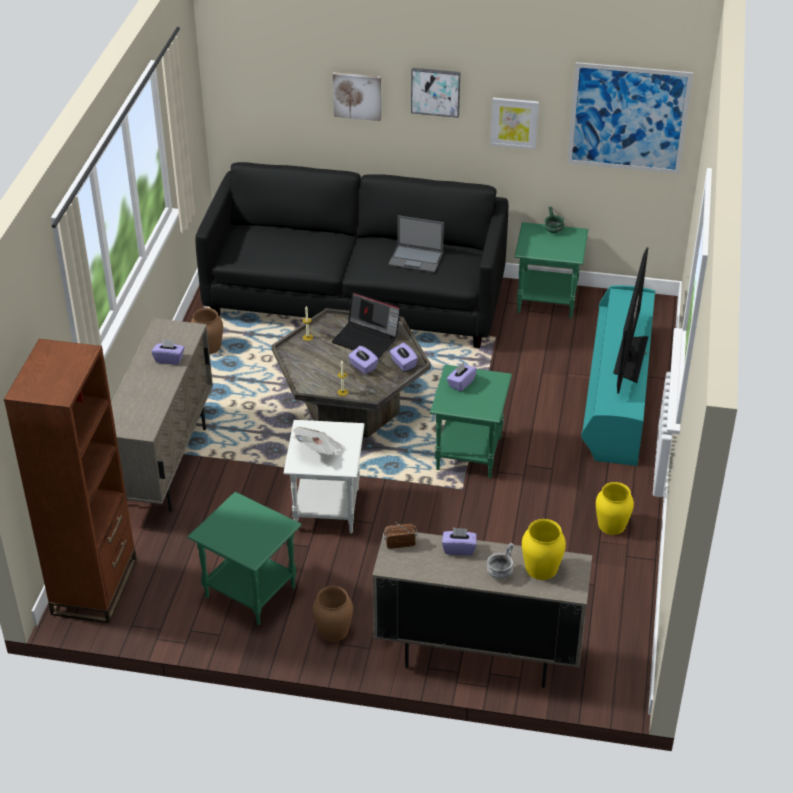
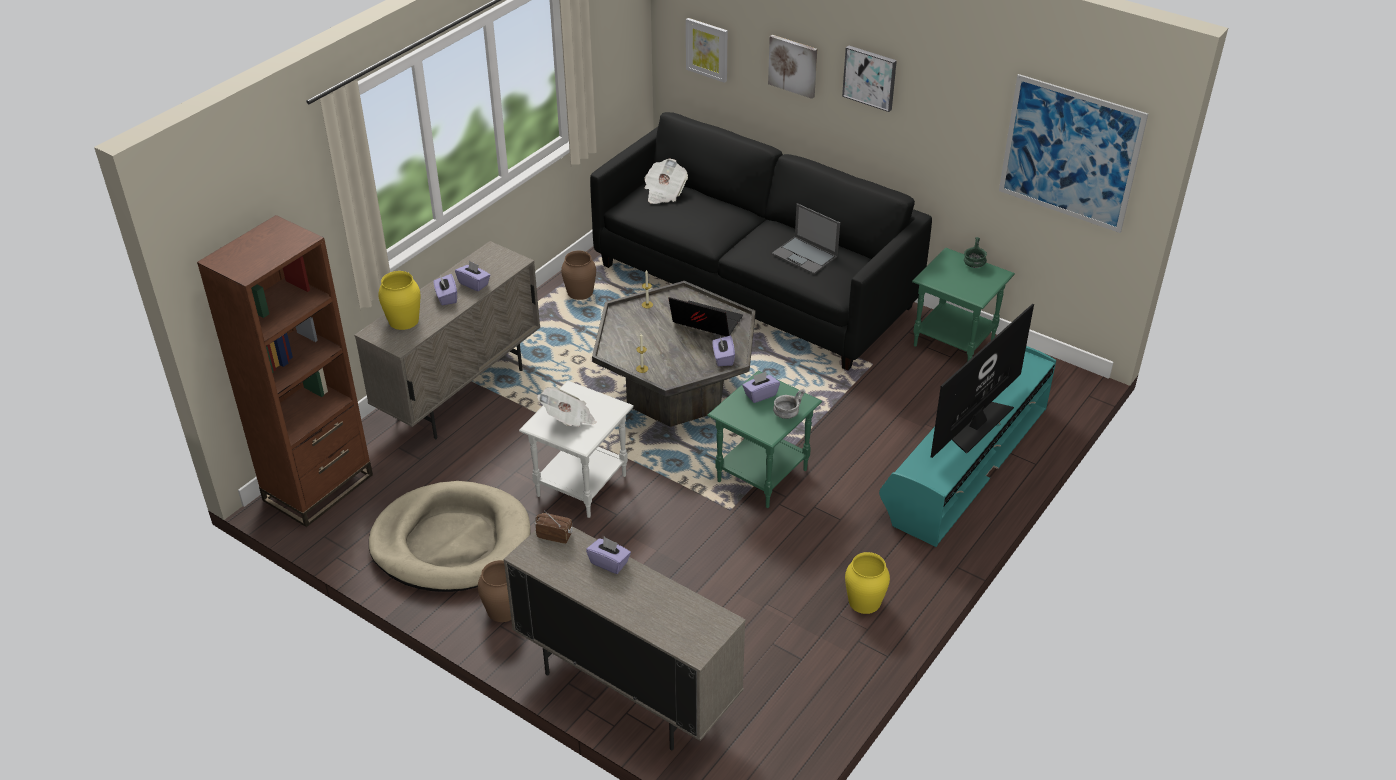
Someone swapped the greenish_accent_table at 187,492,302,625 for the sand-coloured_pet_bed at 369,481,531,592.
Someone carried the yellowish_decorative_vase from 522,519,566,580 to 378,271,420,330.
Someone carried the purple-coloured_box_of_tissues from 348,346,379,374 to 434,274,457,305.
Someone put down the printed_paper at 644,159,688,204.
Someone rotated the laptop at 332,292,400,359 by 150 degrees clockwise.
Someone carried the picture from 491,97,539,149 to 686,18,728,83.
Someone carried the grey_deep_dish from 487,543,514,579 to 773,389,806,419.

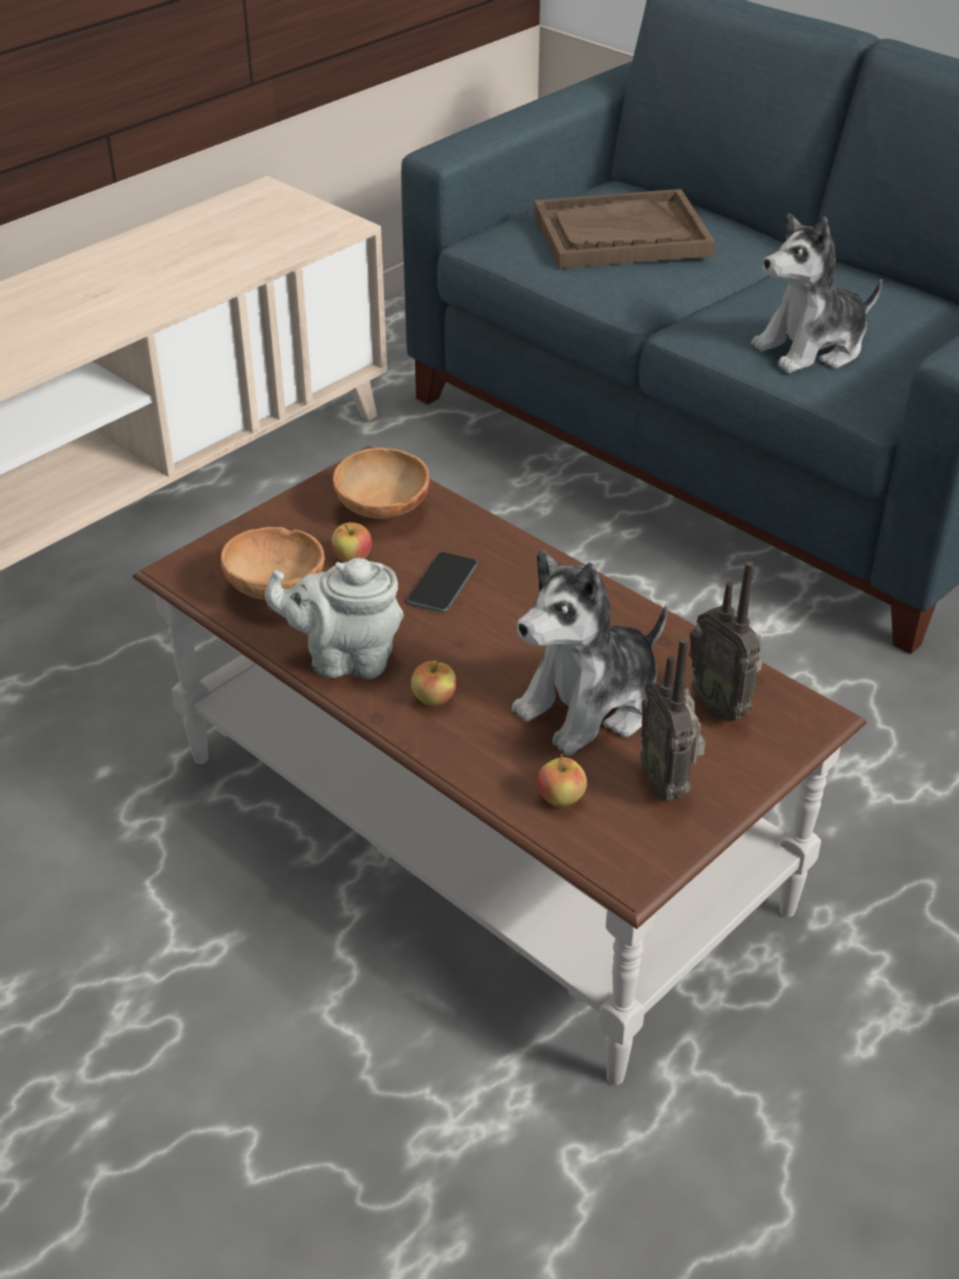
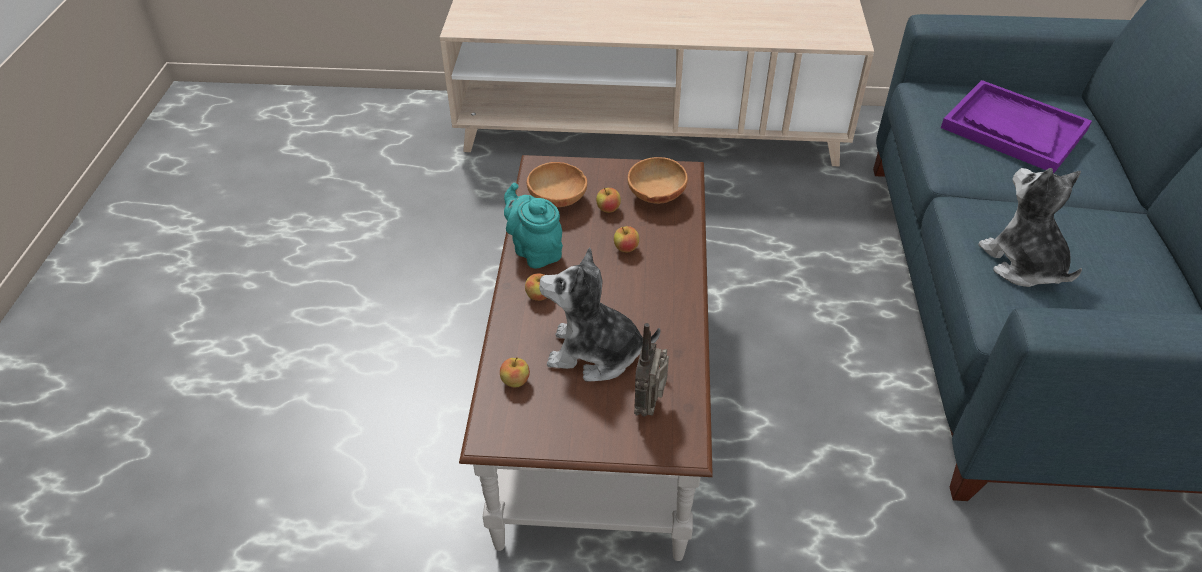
Someone repainted the grey_teapot at 265,558,404,679, which became the turquoise_teapot at 504,183,563,269.
Someone swapped the telephone at 407,552,478,612 for the apple_fruit at 614,226,639,253.
Someone repainted the brown-coloured_carrying_tray at 534,189,715,269, which became the purple-coloured_carrying_tray at 941,80,1092,173.
Someone rotated the soft_toy at 751,214,882,373 by 45 degrees clockwise.
Someone took away the radio at 640,638,706,801.

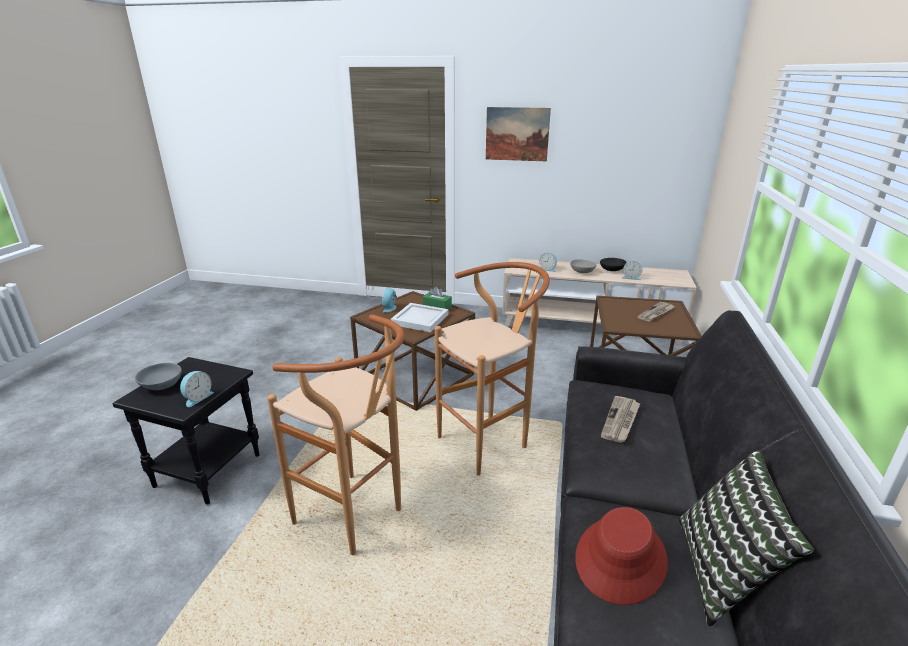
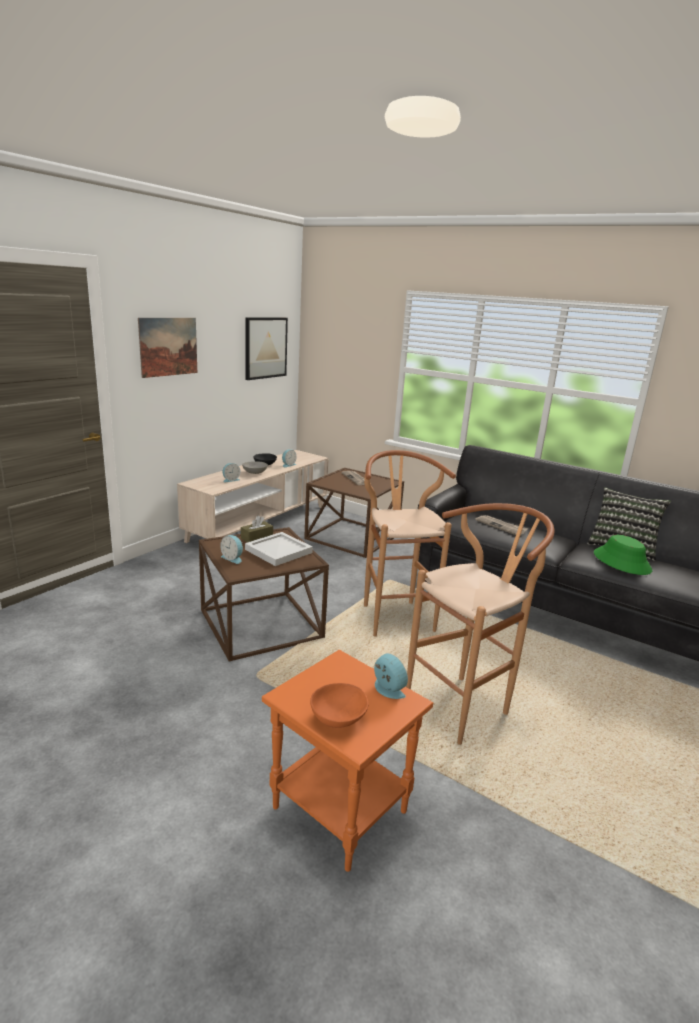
Someone repainted the greenish_box_of_tissues at 423,287,452,309, which became the brown-coloured_box_of_tissues at 241,515,273,543.
Someone put up the picture at 245,317,288,380.
Someone repainted the black_accent_table at 113,357,260,505, which became the orange-coloured_accent_table at 262,650,433,872.
Someone repainted the grey_deep_dish at 135,363,182,390, which became the orange-coloured_deep_dish at 310,683,368,728.
Someone repainted the red_wearable_hat at 575,507,668,605, which became the greenish_wearable_hat at 594,535,652,575.

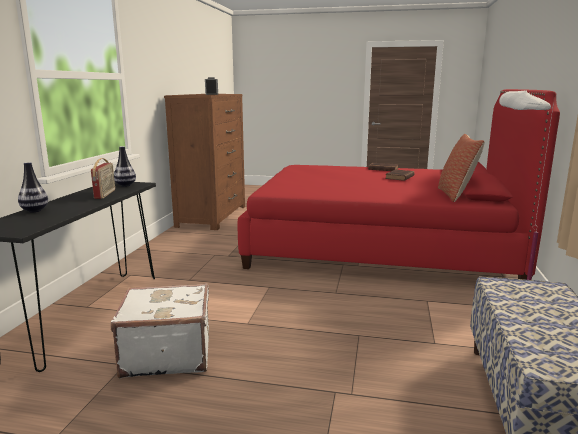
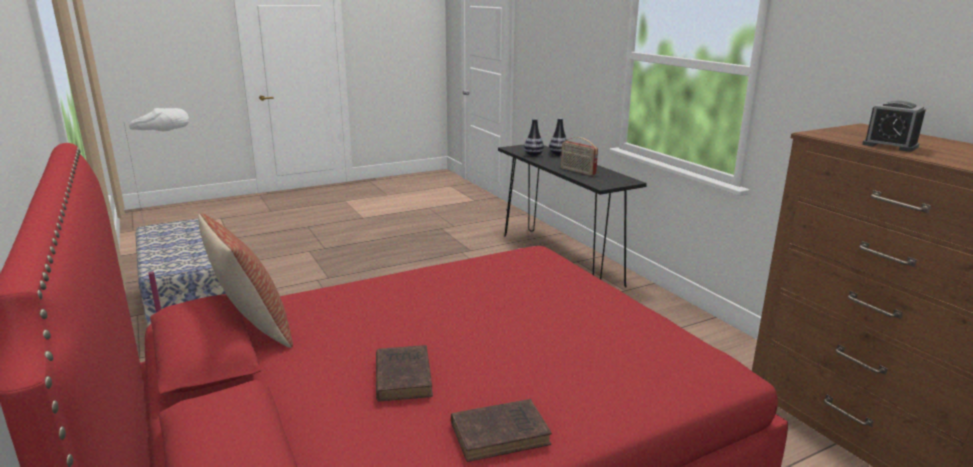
Someone carried the decorative_vase from 114,146,136,187 to 524,119,544,157.
Someone took away the whitish_travel_case at 111,283,209,379.

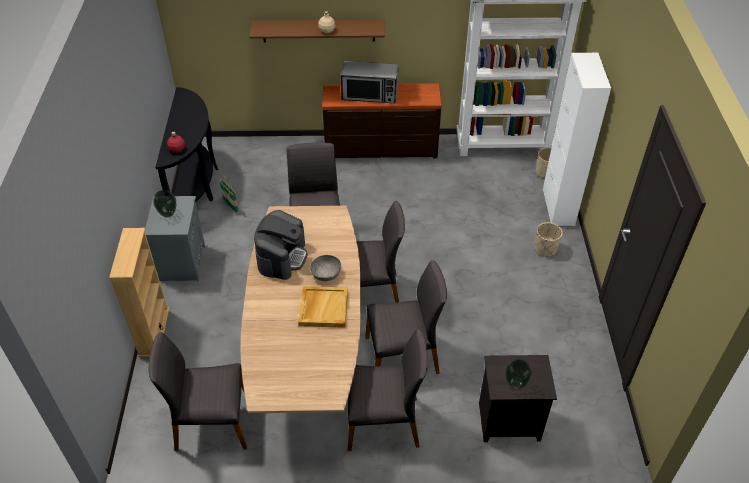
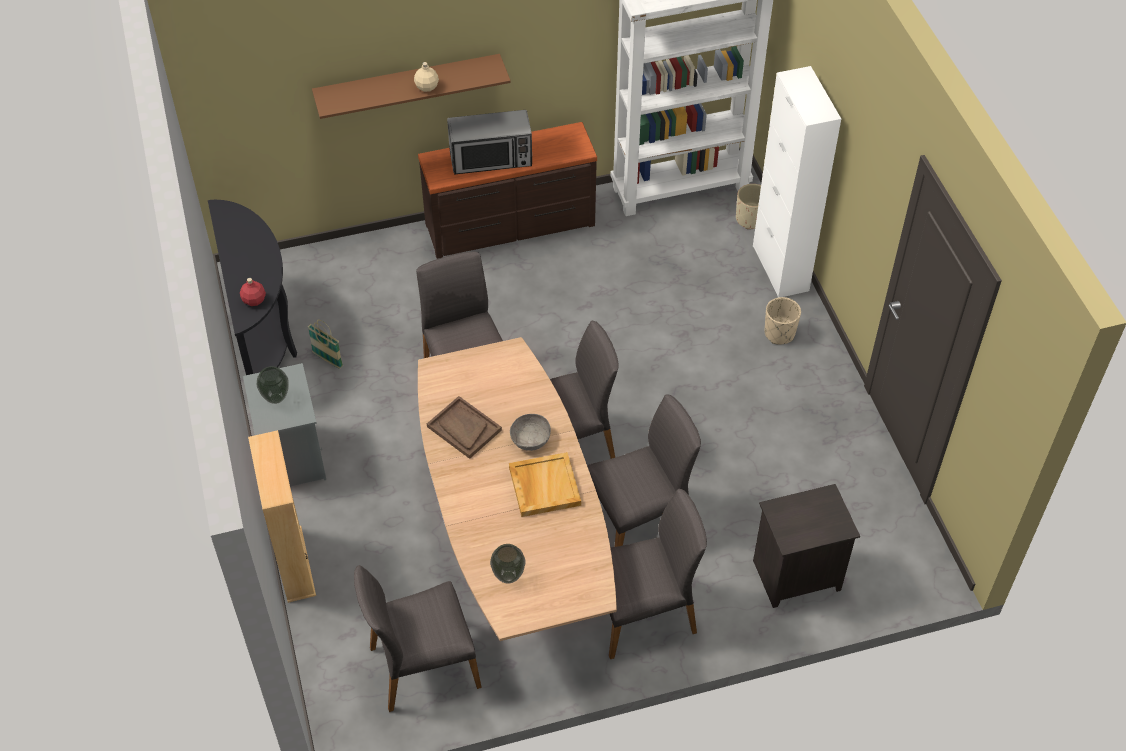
Someone swapped the coffee_maker at 254,210,308,280 for the brown-coloured_carrying_tray at 427,396,502,459.
Someone carried the decorative_vase from 505,359,532,390 to 490,544,525,584.

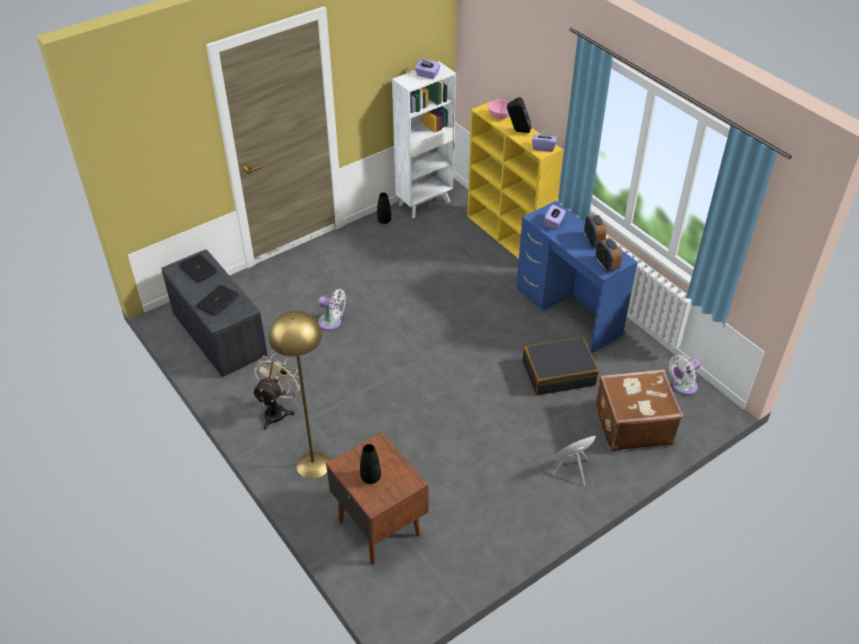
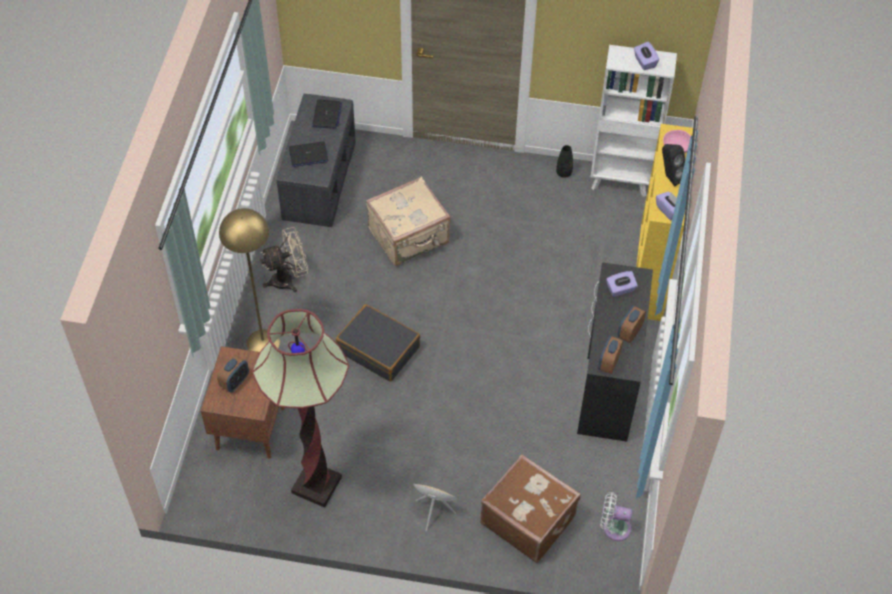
Someone swapped the black_decorative_vase at 360,444,381,484 for the bedside_clock at 217,355,249,393.
Someone put down the standard_lamp at 252,309,349,508.
Someone carried the black_travel_case from 522,337,599,395 to 336,304,420,382.
Someone swapped the whitish_fan at 318,289,346,330 for the sand-coloured_travel_case at 366,177,450,266.
Someone repainted the blue_desk_unit at 517,201,638,354, which became the black_desk_unit at 577,262,653,442.

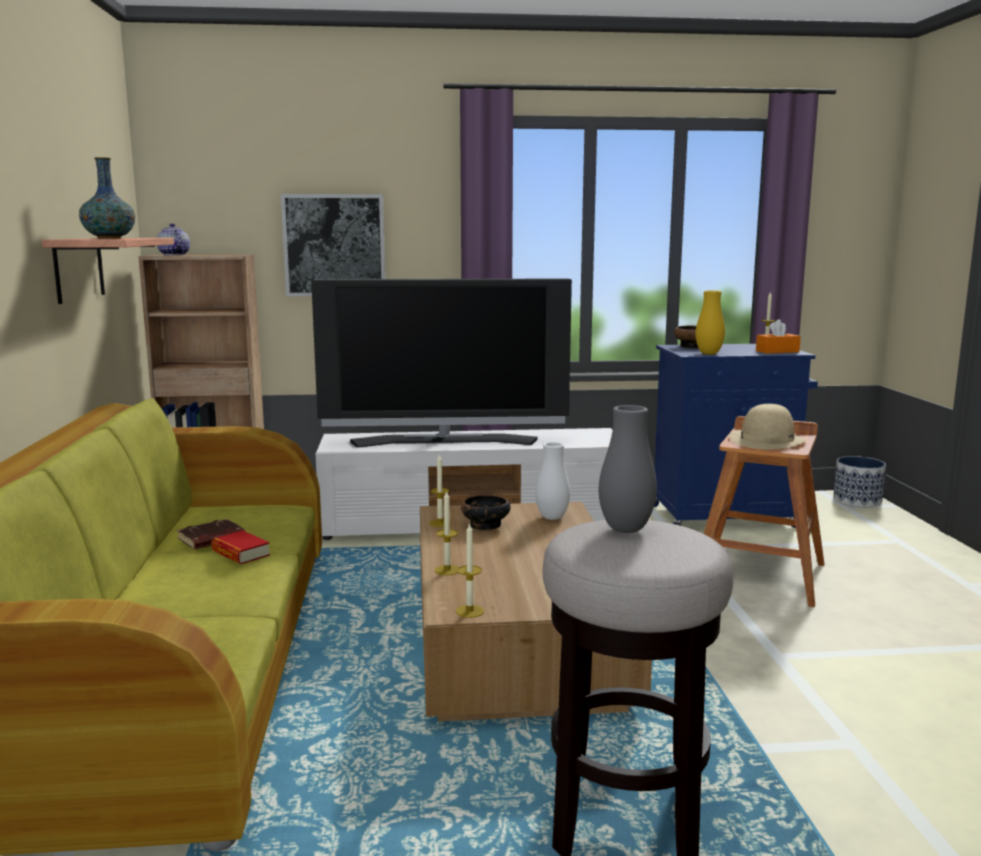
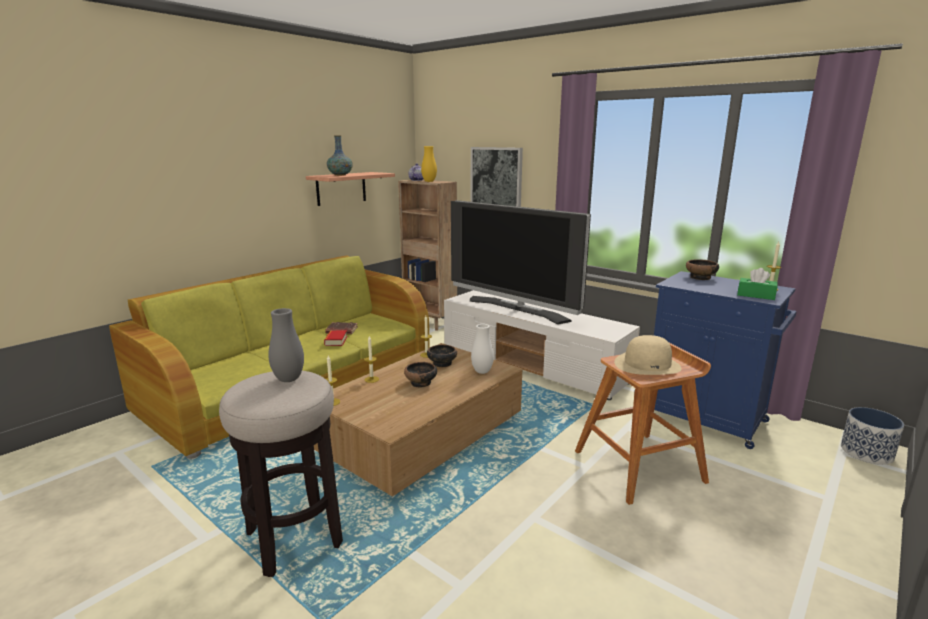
Someone put down the deep_dish at 404,362,437,387.
Someone carried the yellowish_decorative_vase from 695,291,725,355 to 421,146,437,182.
Someone repainted the orange-coloured_box_of_tissues at 756,319,801,354, which became the greenish_box_of_tissues at 737,268,778,300.

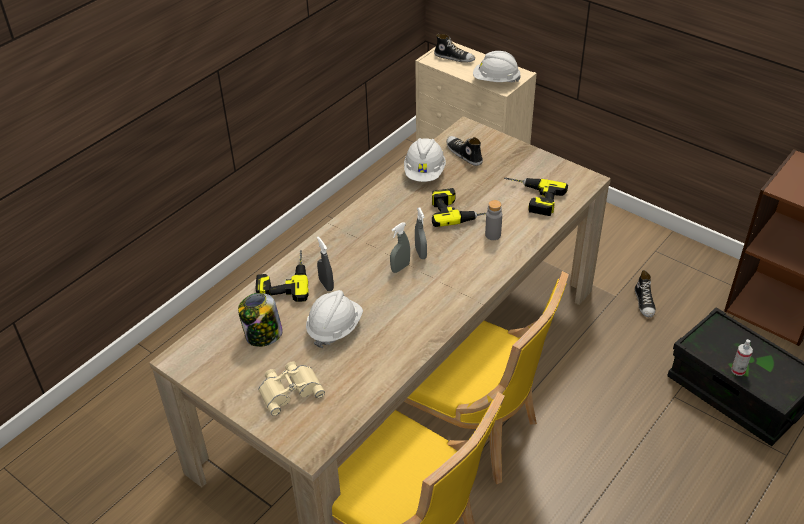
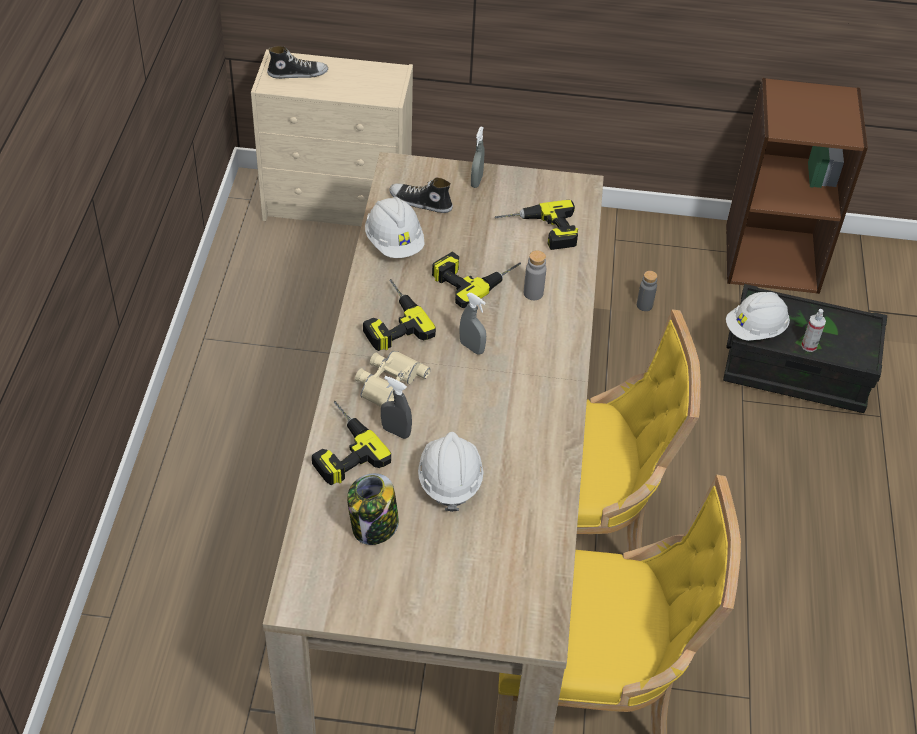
Someone carried the sand-coloured_field_glasses from 258,361,325,416 to 355,351,431,407.
Someone put down the drill at 363,279,436,351.
Someone carried the grey_hand_sprayer from 390,222,410,273 to 471,126,484,188.
Someone swapped the low_shoe at 635,270,656,317 for the grey_drink_bottle at 637,271,657,311.
Someone carried the whitish_safety_helmet from 473,51,521,82 to 726,292,790,341.

